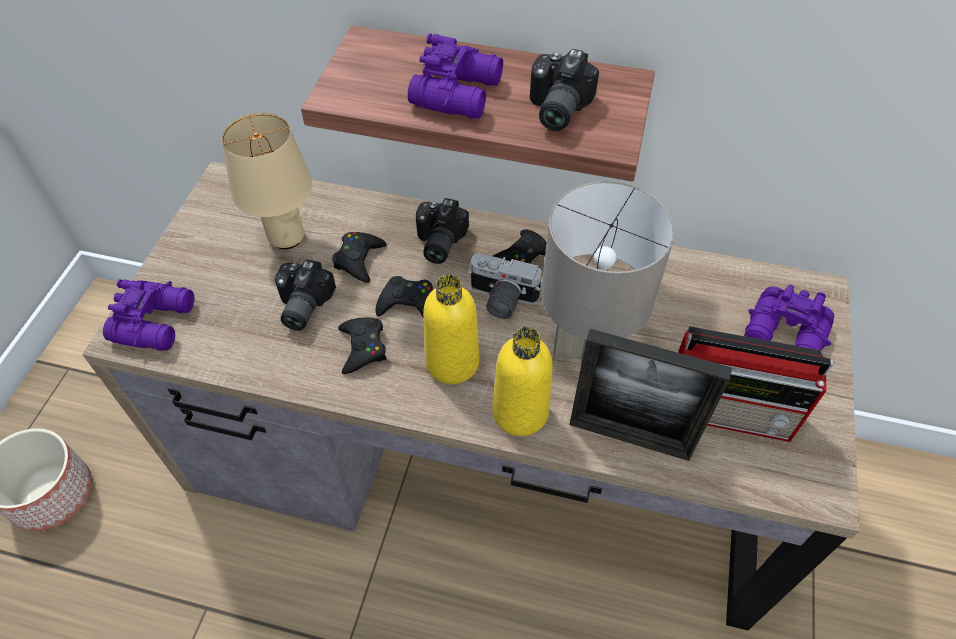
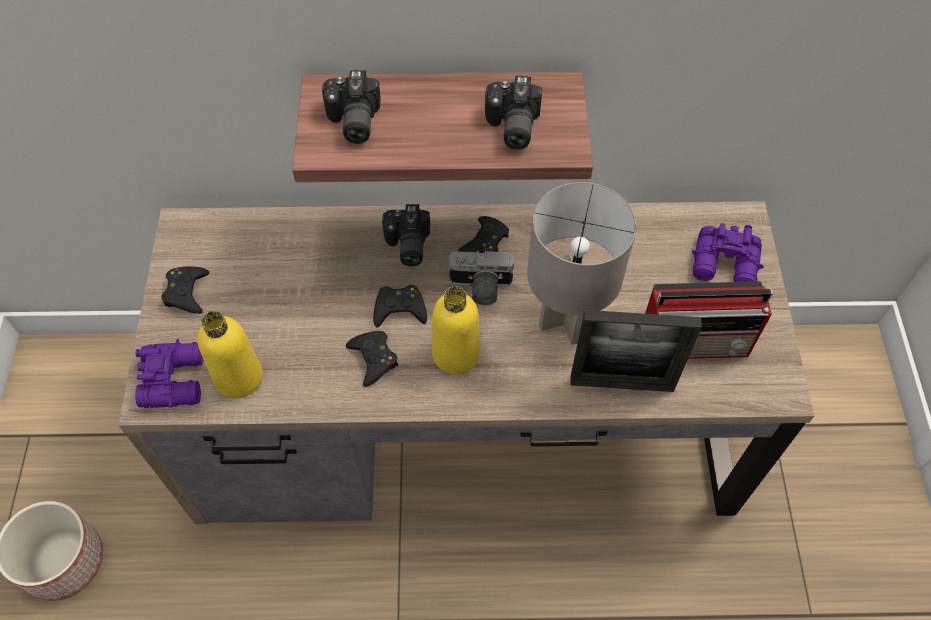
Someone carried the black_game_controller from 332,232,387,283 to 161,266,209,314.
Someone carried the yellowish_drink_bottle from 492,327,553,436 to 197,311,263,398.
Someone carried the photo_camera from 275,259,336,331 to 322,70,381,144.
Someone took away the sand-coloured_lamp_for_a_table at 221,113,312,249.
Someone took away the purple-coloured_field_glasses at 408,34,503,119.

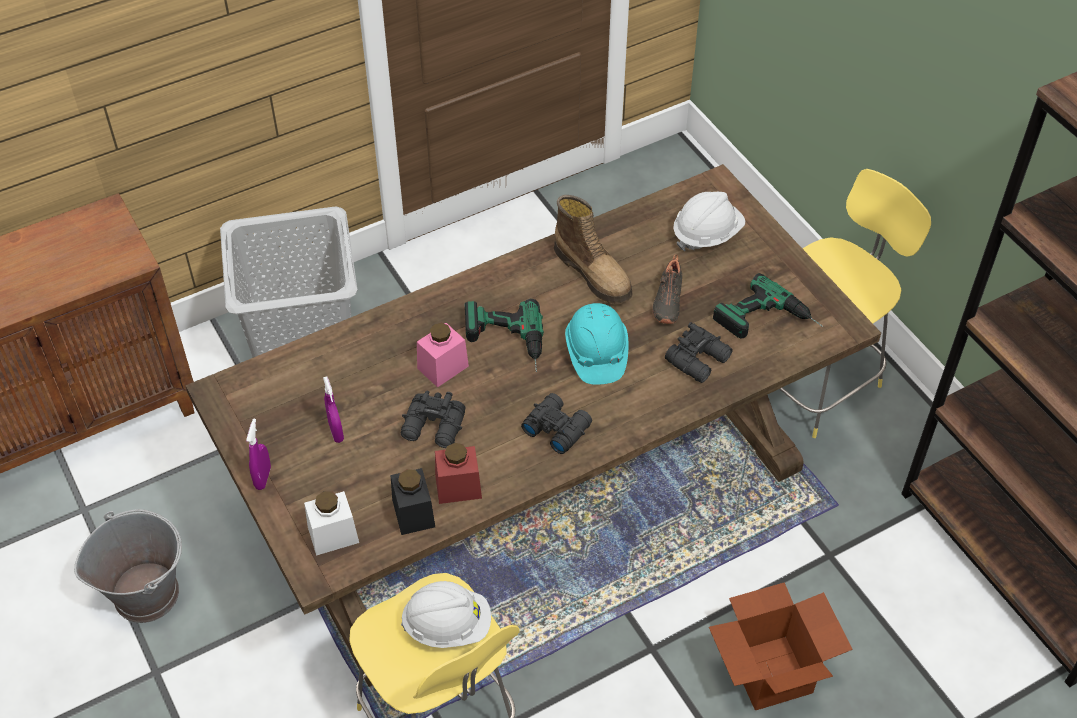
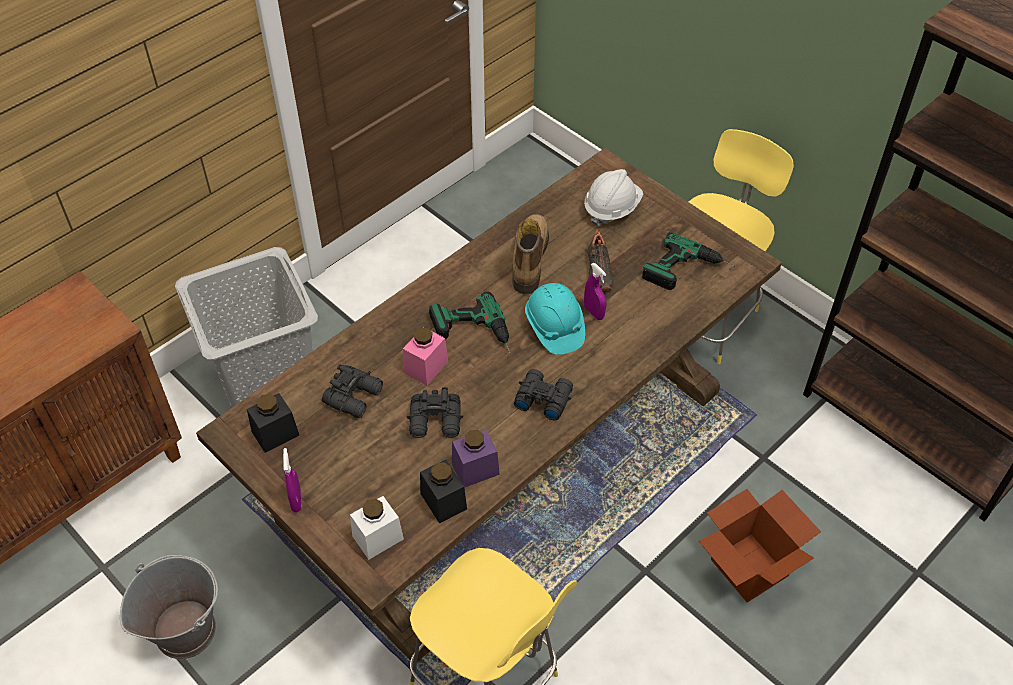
Someone put down the black_storage_jar at 247,393,299,453.
Someone carried the black_field_glasses from 665,322,732,383 to 322,364,383,418.
Someone repainted the red_storage_jar at 435,443,482,504, which became the purple-coloured_storage_jar at 452,430,500,488.
Someone rotated the boot at 554,195,633,304 by 120 degrees counterclockwise.
Someone carried the purple-coloured_hand_sprayer from 323,377,344,443 to 584,263,606,320.
Someone took away the whitish_safety_helmet at 401,581,491,648.

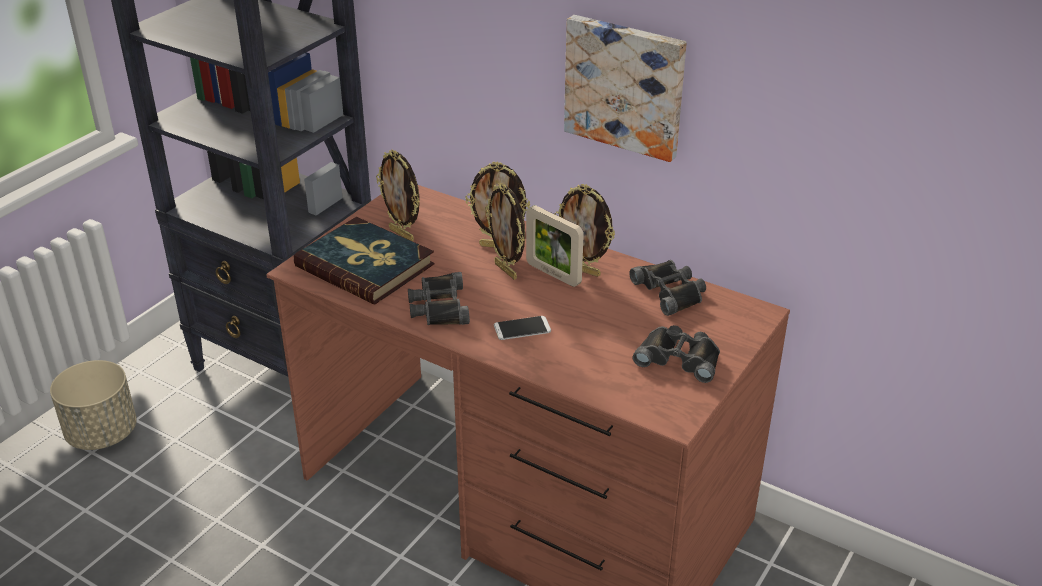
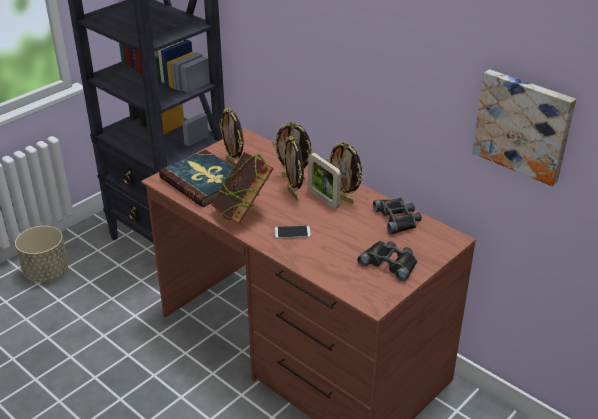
Someone swapped the black_field_glasses at 408,272,470,325 for the bound_book at 211,152,274,224.
Someone carried the picture from 564,15,687,162 to 472,69,576,186.

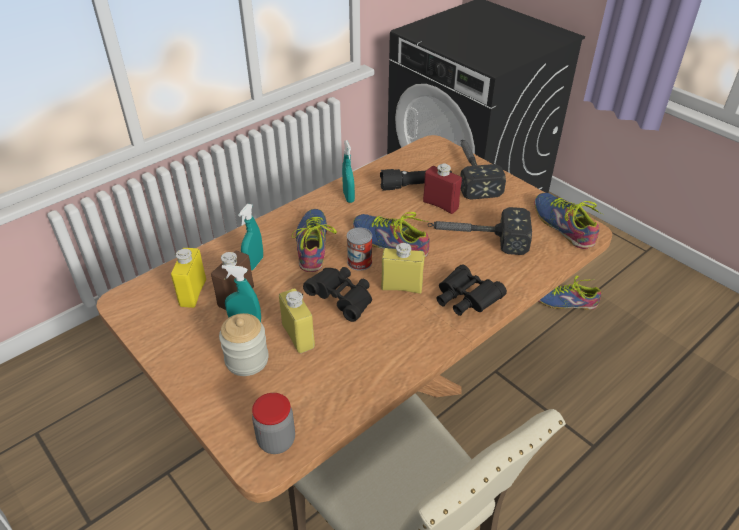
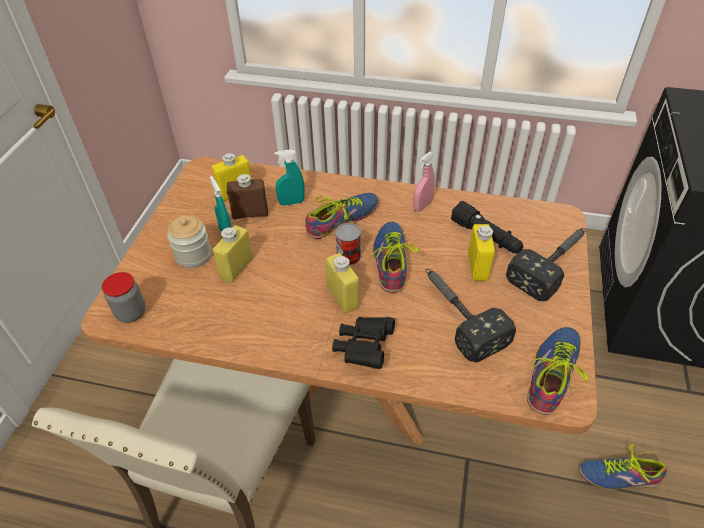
Someone repainted the turquoise_hand_sprayer at 342,140,355,203, which became the pink-coloured_hand_sprayer at 413,151,435,212.
Someone repainted the red_drink_bottle at 423,163,462,214, which became the yellowish_drink_bottle at 468,224,495,281.
Someone rotated the low_shoe at 538,276,601,310 by 60 degrees counterclockwise.
Someone took away the black_field_glasses at 303,267,372,322.

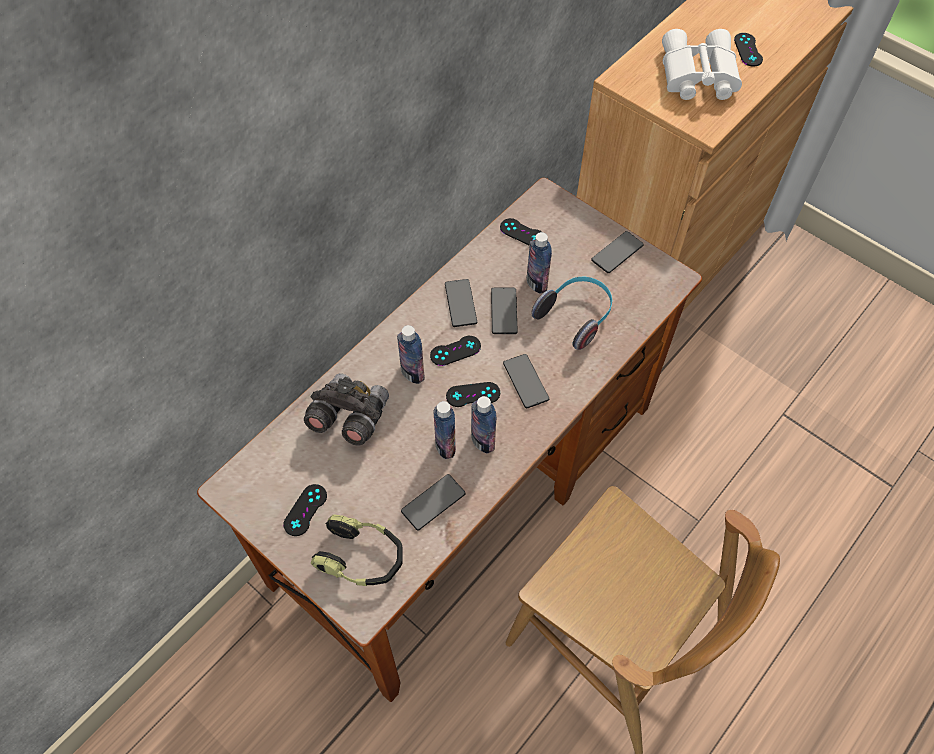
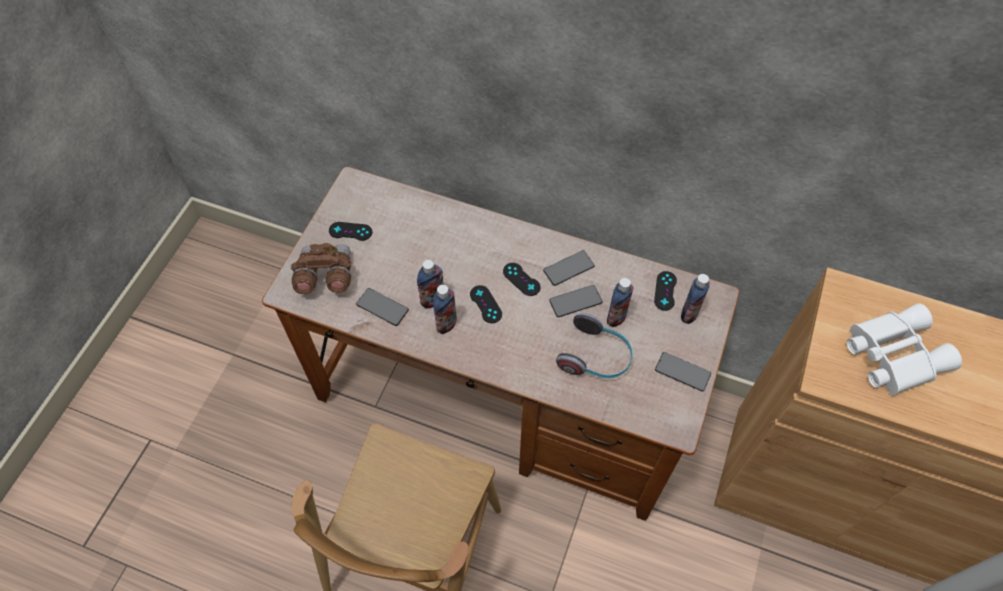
Someone swapped the headset at 311,515,402,586 for the brown-coloured_field_glasses at 291,243,352,295.
Someone carried the drink_bottle from 397,325,425,384 to 681,274,710,324.
Someone took away the grey_field_glasses at 304,373,389,446.
Someone took away the telephone at 503,354,549,409.
Someone took away the black_game_controller at 734,33,763,67.

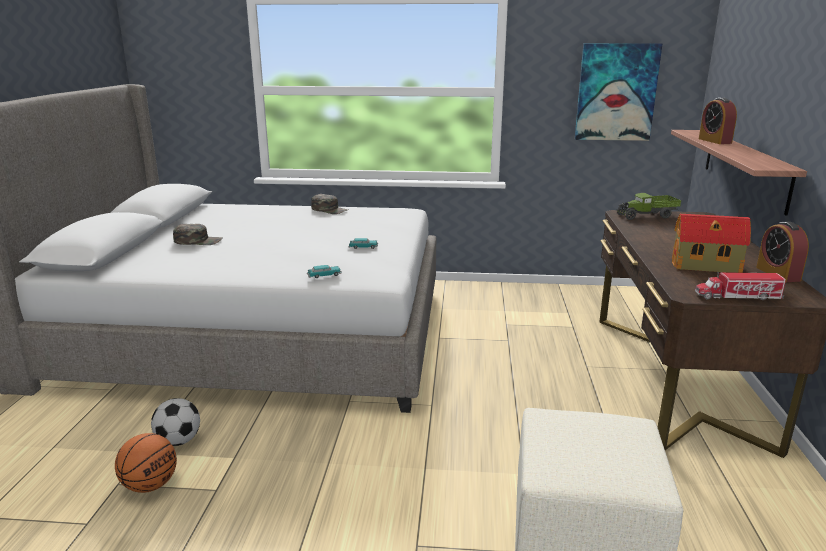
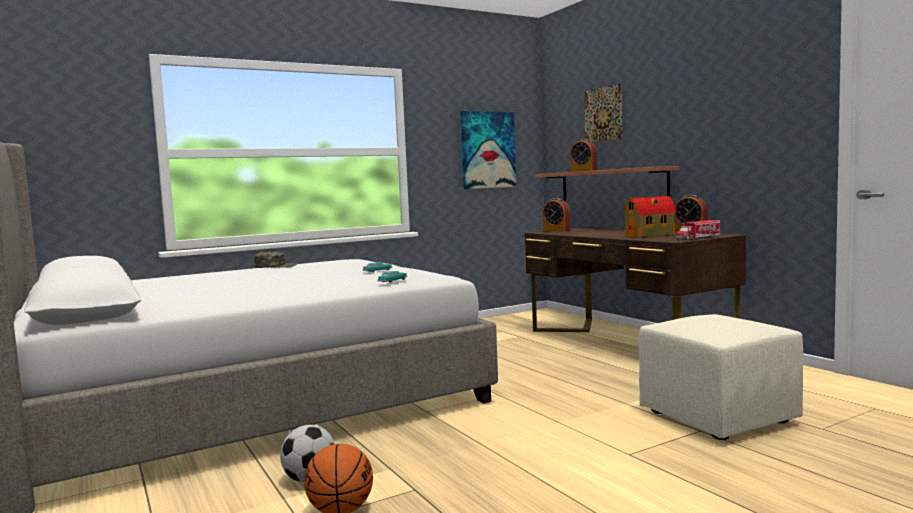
Someone swapped the model_truck at 617,193,681,220 for the bedside_clock at 543,198,571,232.
Someone put up the picture at 584,84,622,142.
Someone took away the greenish_peaked_cap at 173,224,223,245.

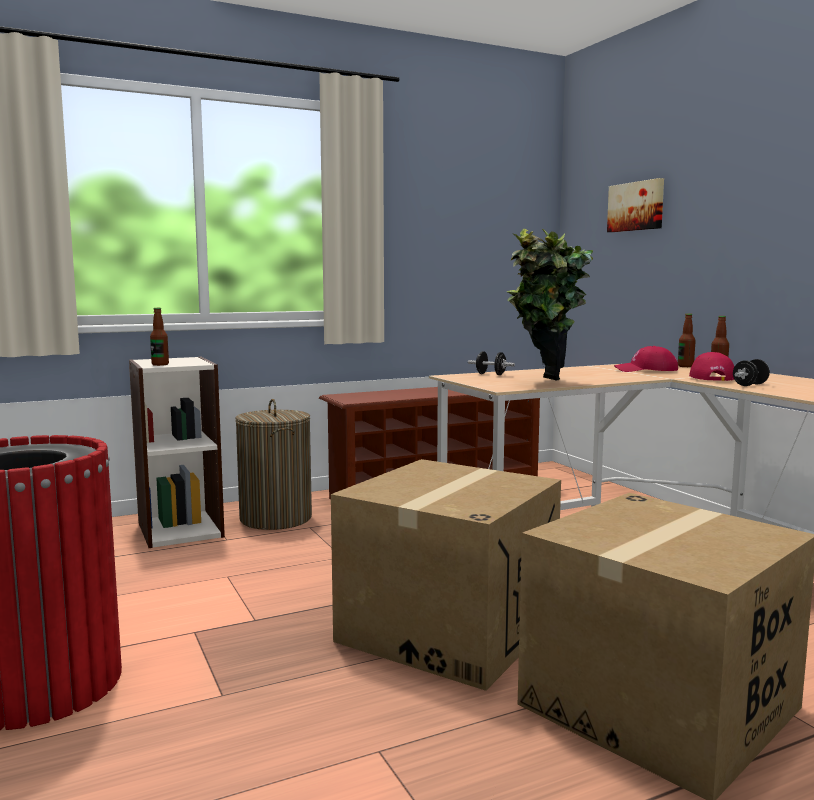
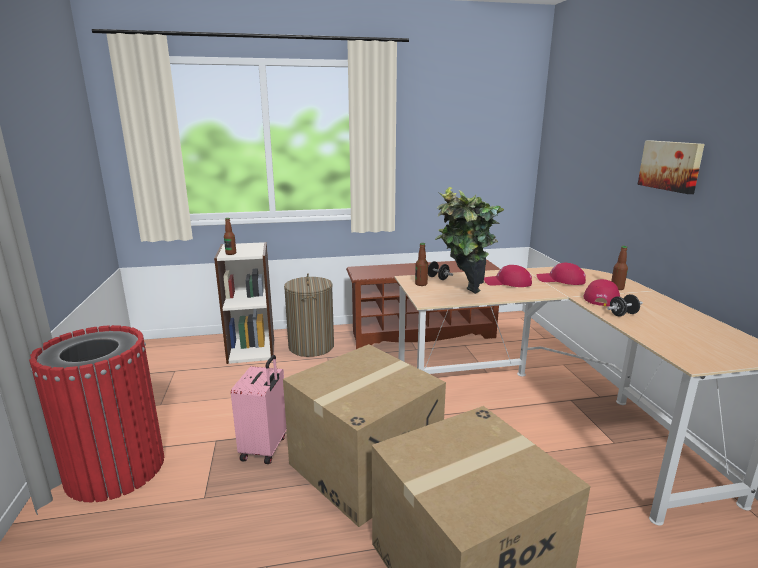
Someone put down the pink-coloured_travel_case at 231,355,287,464.
Someone carried the drink_bottle from 678,313,696,367 to 415,243,428,286.
Someone put down the red_peaked_cap at 484,265,532,287.
Someone carried the picture from 607,178,664,232 to 638,140,705,194.

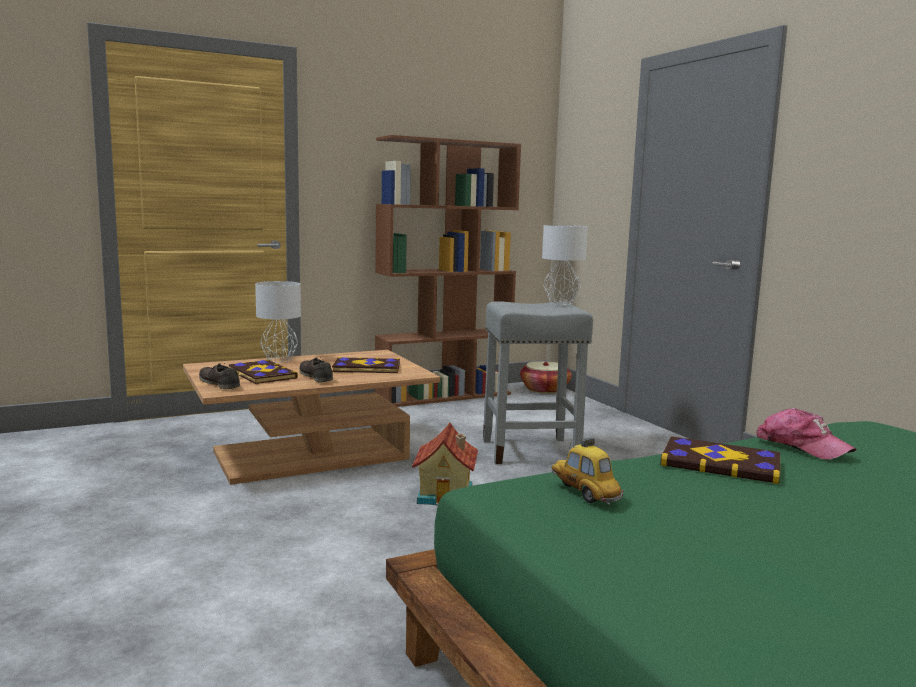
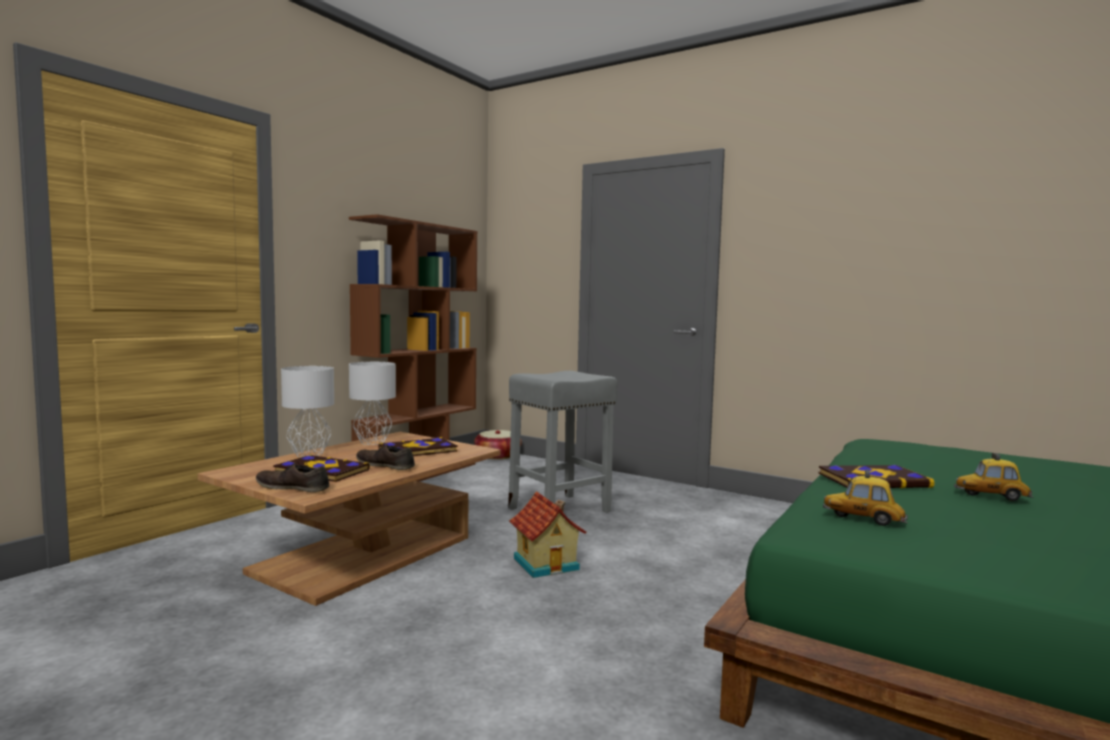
Someone carried the grey_lamp_for_a_table from 542,225,588,305 to 349,362,396,445.
Someone put down the model_car at 954,453,1034,501.
Someone took away the peaked_cap at 756,408,856,460.

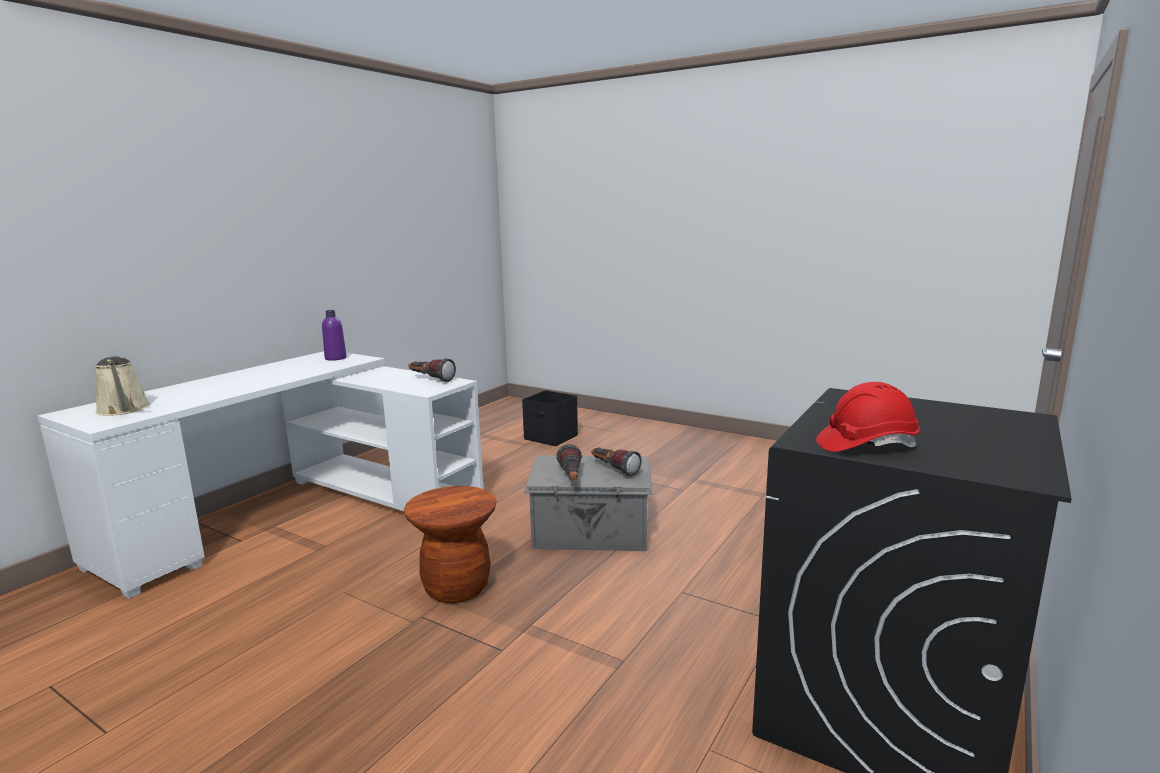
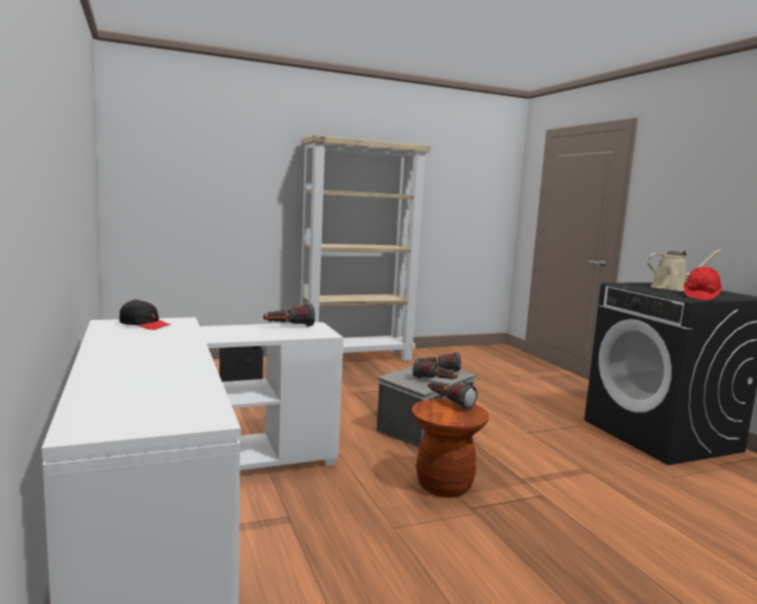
Someone swapped the purple-coloured_drink_bottle at 322,310,347,361 for the black_peaked_cap at 119,299,171,330.
Someone put down the sand-coloured_bookcase at 300,135,431,361.
Someone put down the torch at 428,381,477,410.
Someone carried the sand-coloured_watering_pot from 95,357,150,416 to 647,249,722,291.

